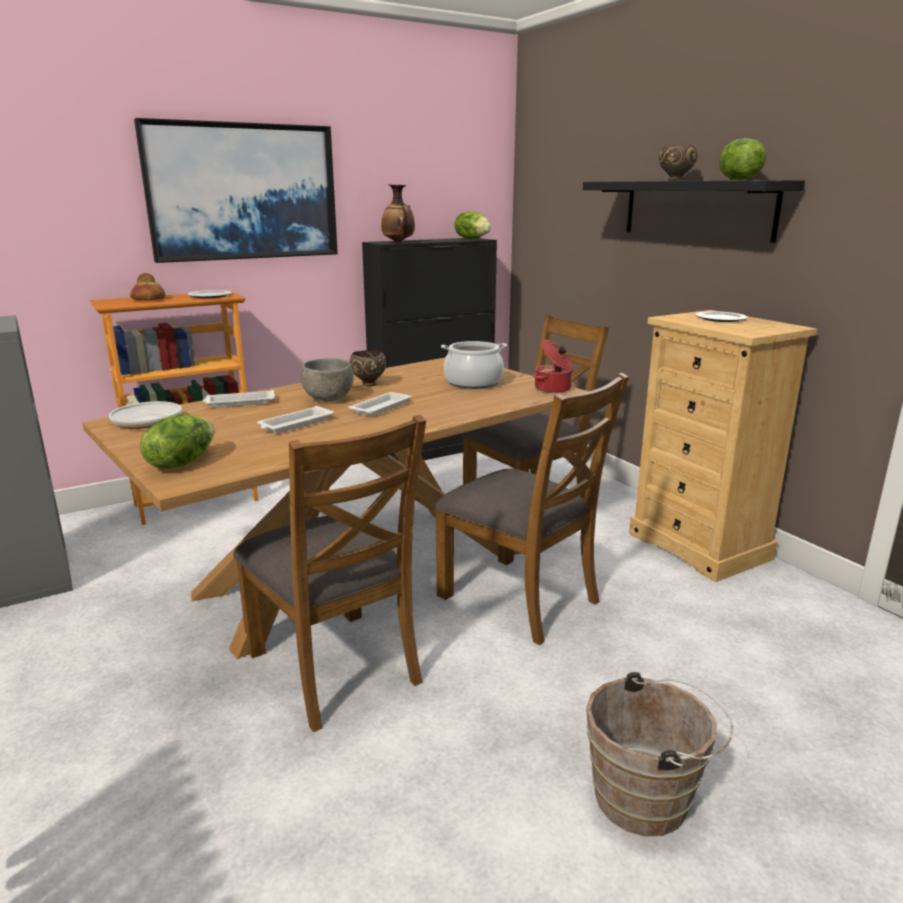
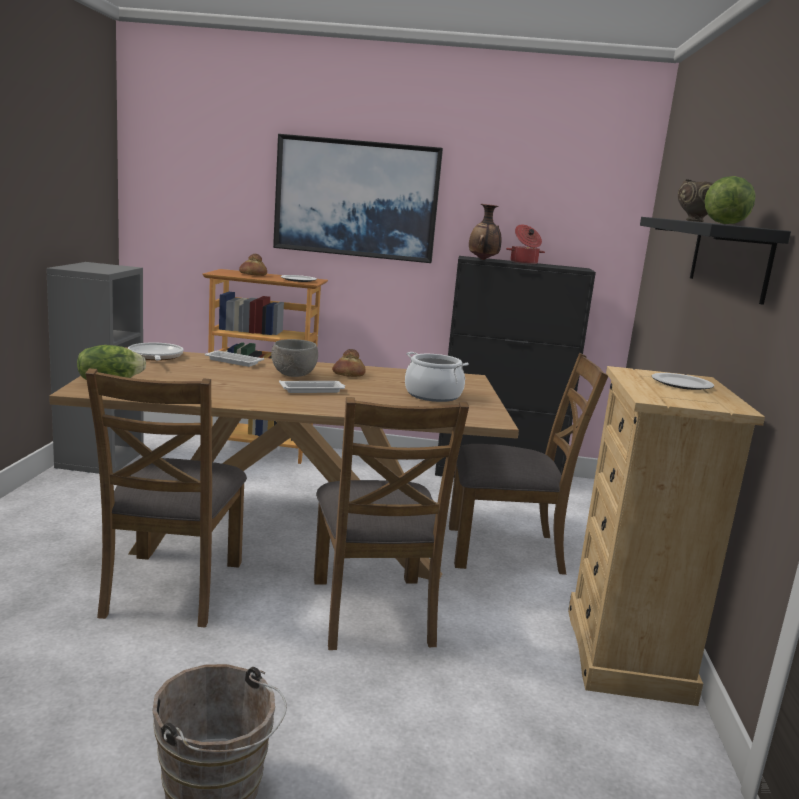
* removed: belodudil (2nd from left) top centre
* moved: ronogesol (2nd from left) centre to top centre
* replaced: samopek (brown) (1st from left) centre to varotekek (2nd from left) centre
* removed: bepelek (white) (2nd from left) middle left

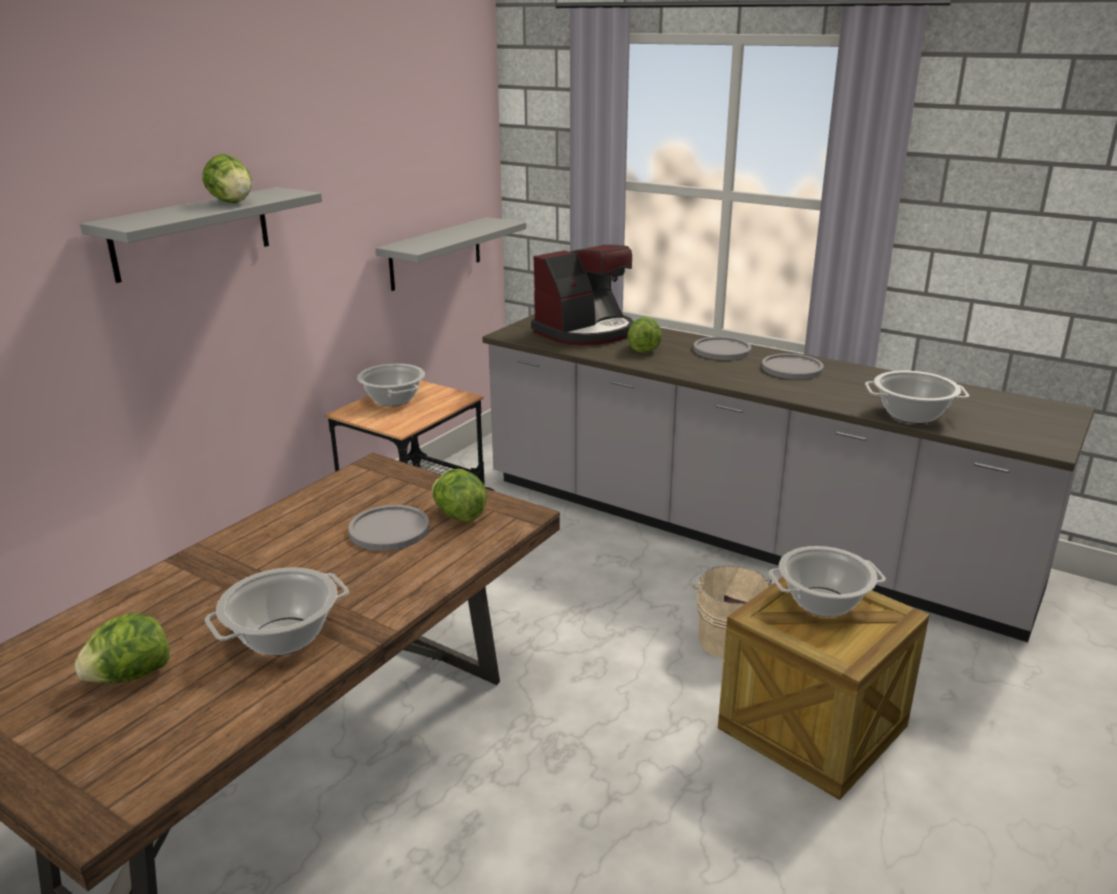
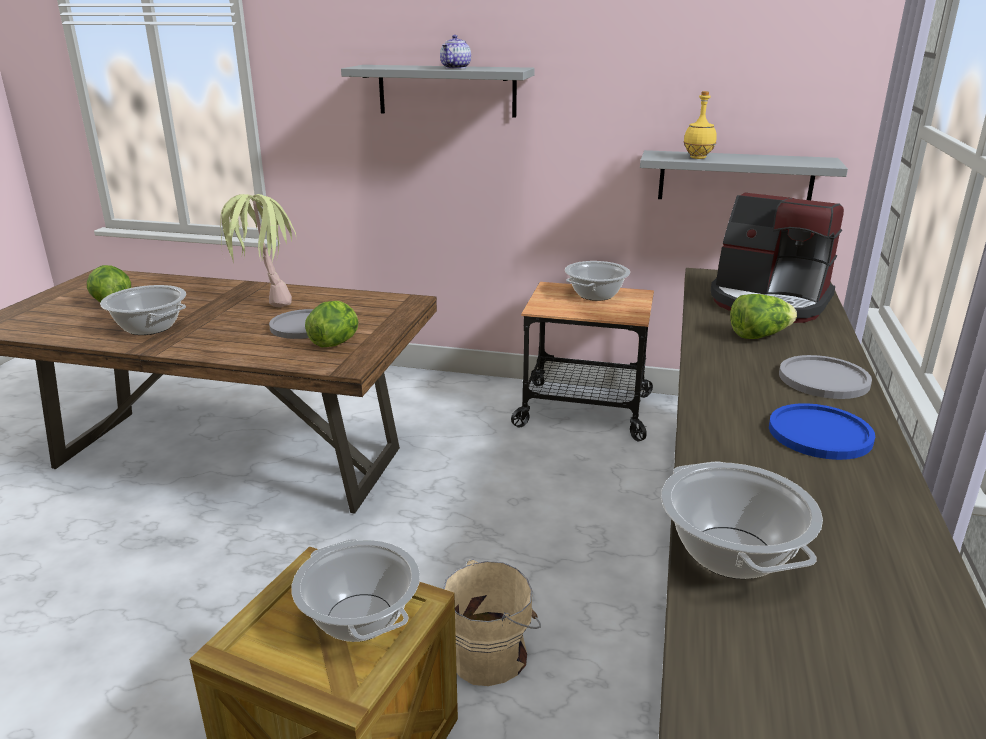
* replaced: belodudil (2nd from left) top left to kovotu top centre
* recoloured: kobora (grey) (3rd from left) middle right to kobora (blue) middle right
* added: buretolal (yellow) top right
* added: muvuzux middle left

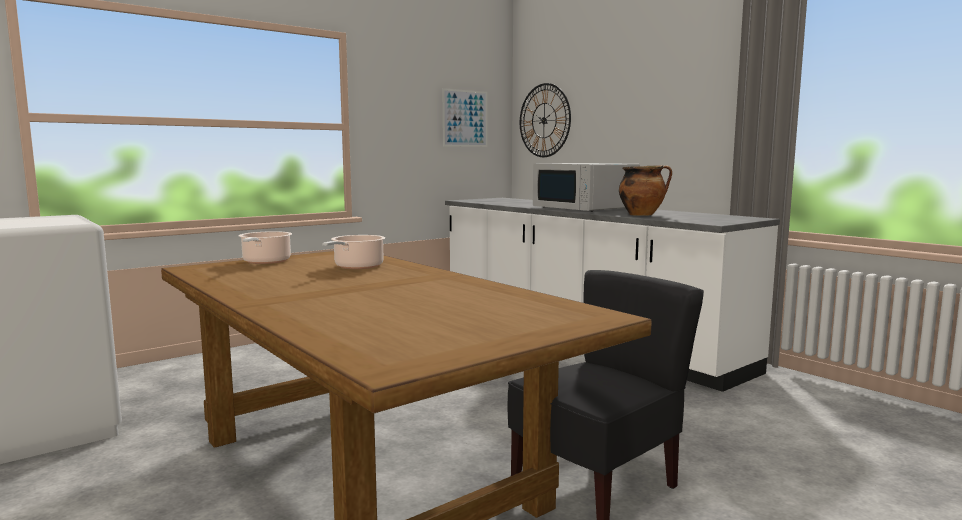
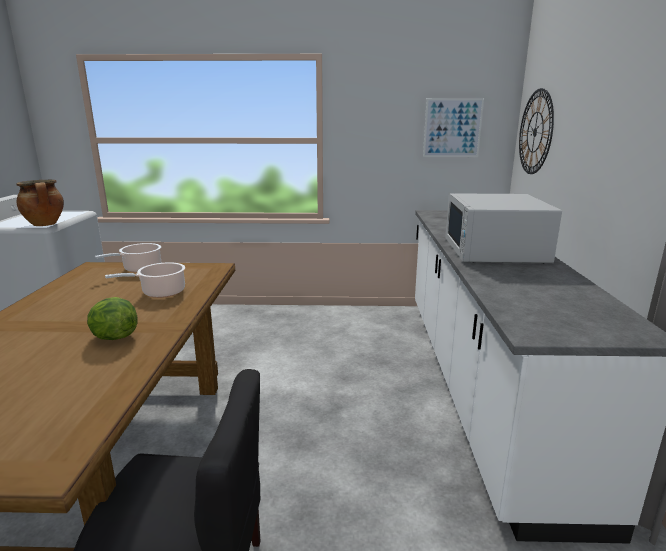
* moved: ronogesol (3rd from left in the first image) middle right to ronogesol (1st from left) middle left
* added: belodudil middle left

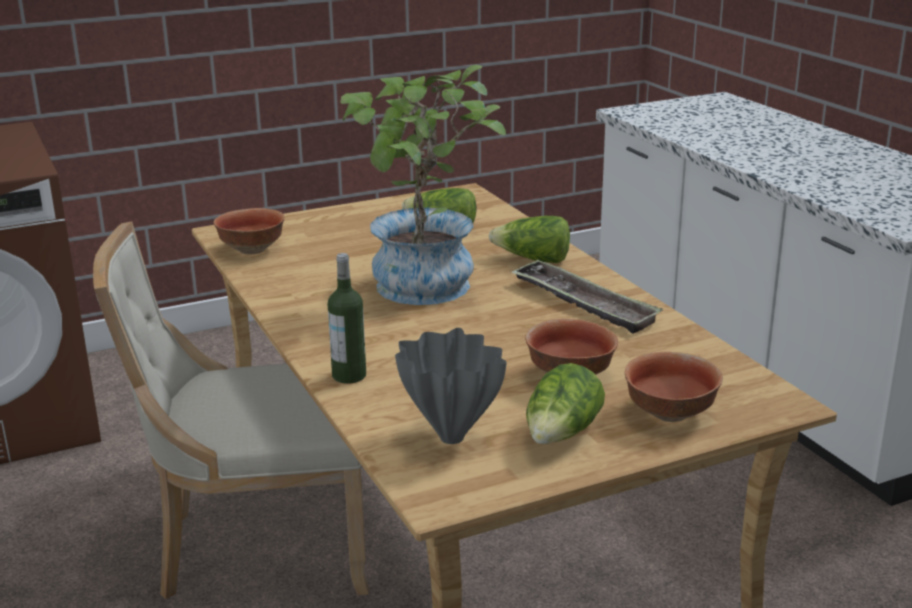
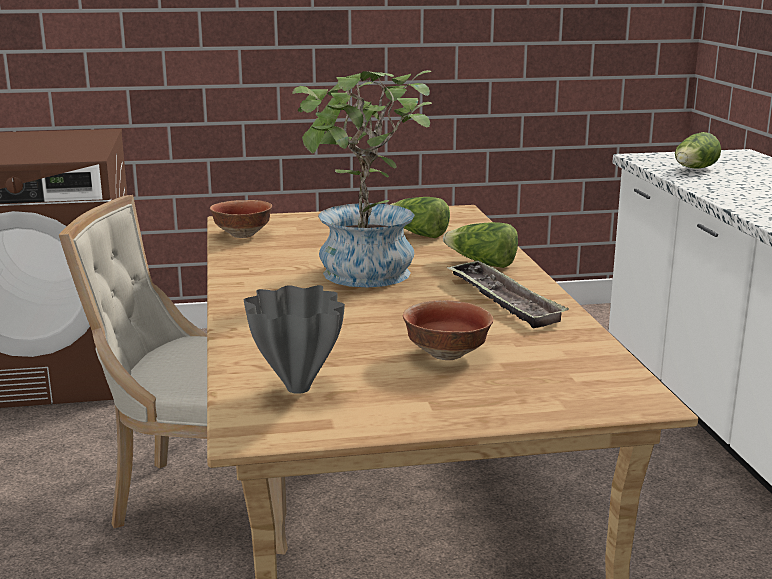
* removed: buretolal centre
* removed: samopek (3rd from left) middle right
* moved: belodudil (3rd from left) centre to top right

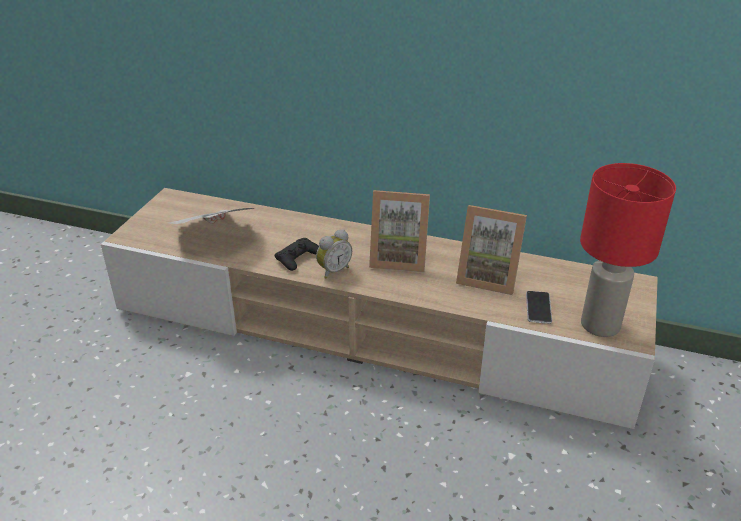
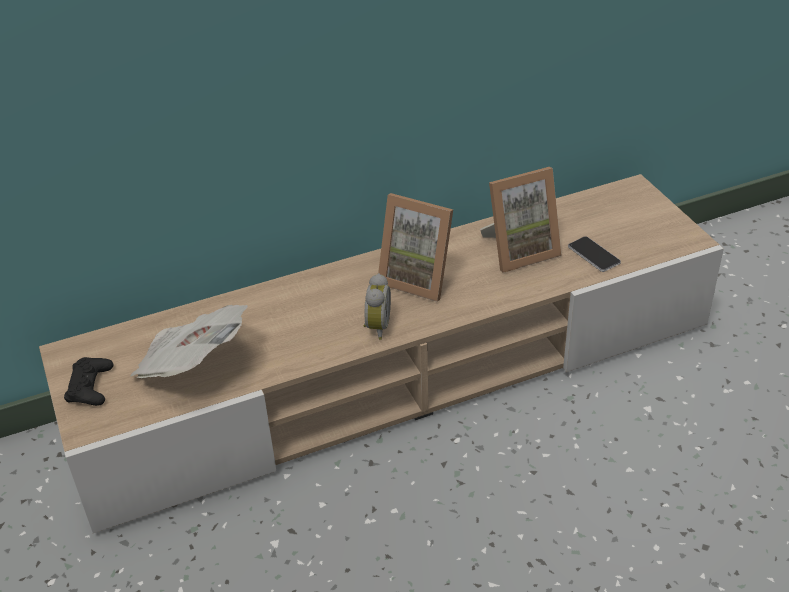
* removed: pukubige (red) middle right
* turned: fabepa (1st from left) centre = centre 60 degrees clockwise
* moved: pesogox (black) centre to middle left

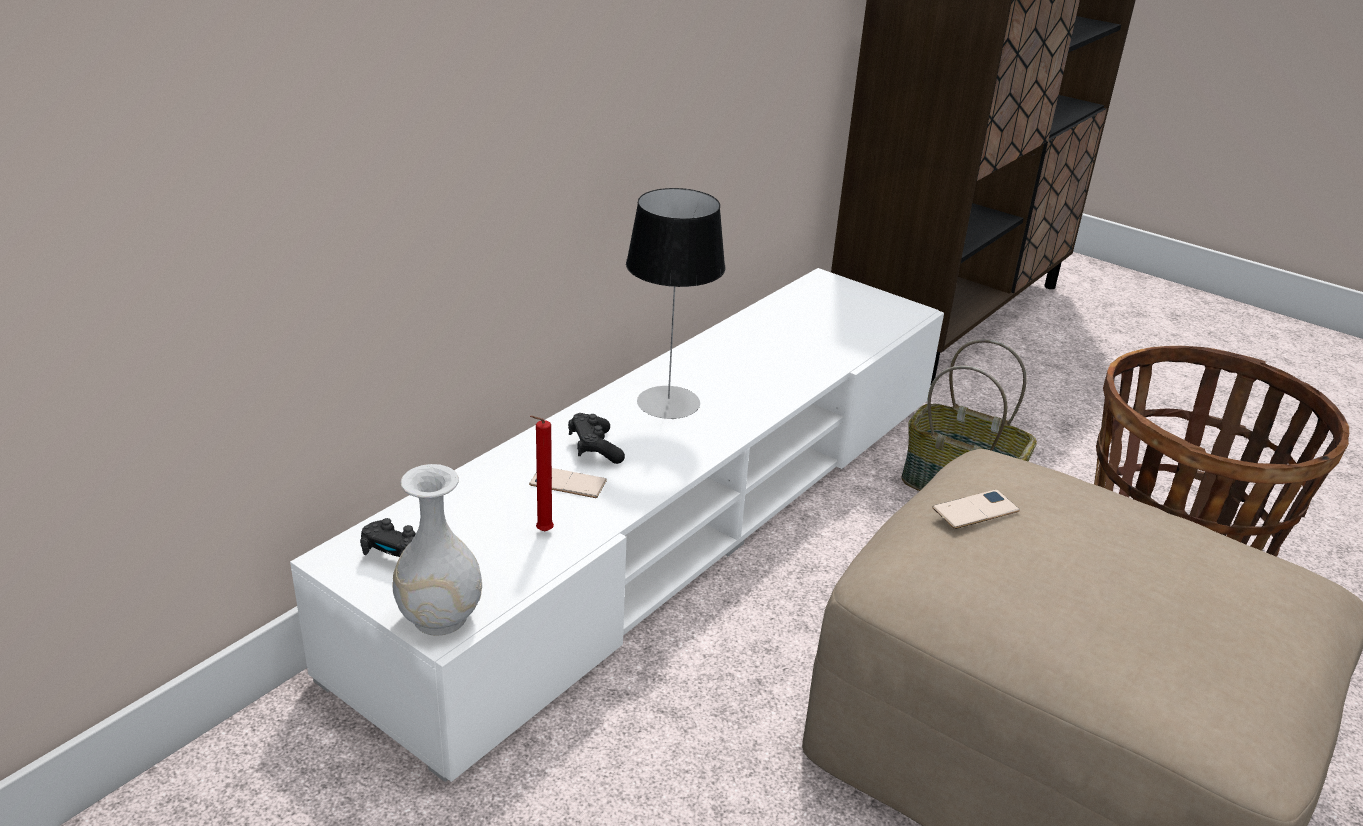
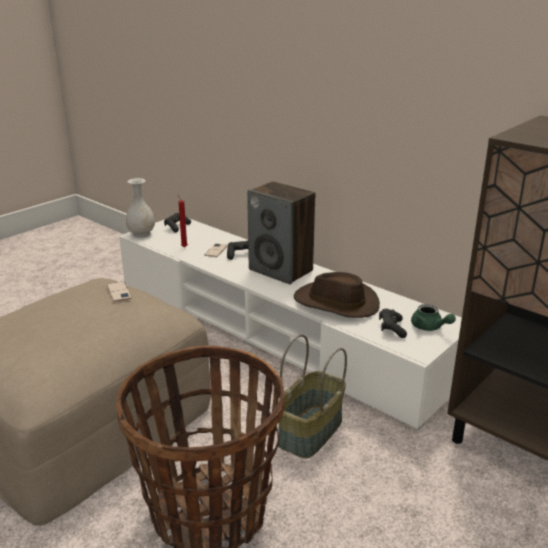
* replaced: pukubige centre to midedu centre
* added: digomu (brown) centre
* added: kovotu (green) middle right
* added: pesogox (black) (3rd from left) middle right

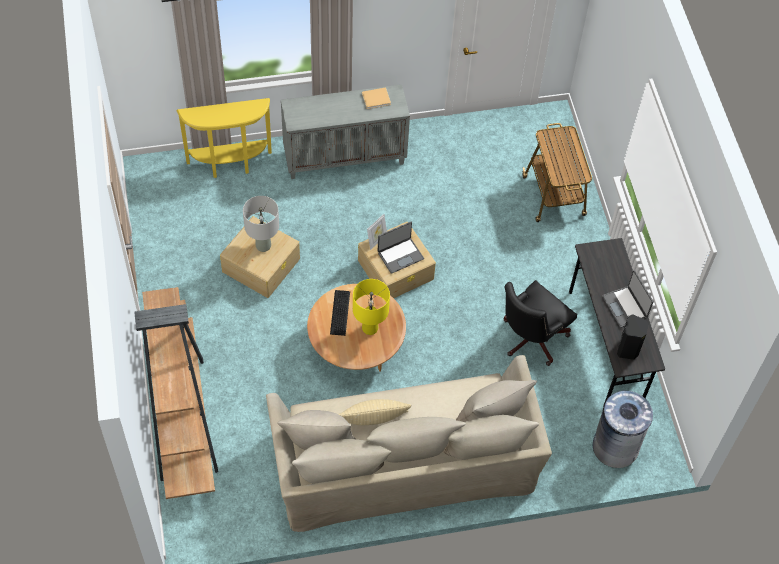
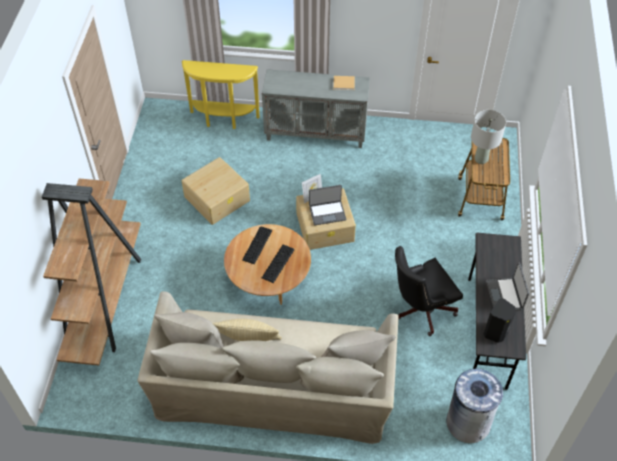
* moved: pukubige (grey) centre to top right
* replaced: pukubige (yellow) centre to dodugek (2nd from left) centre

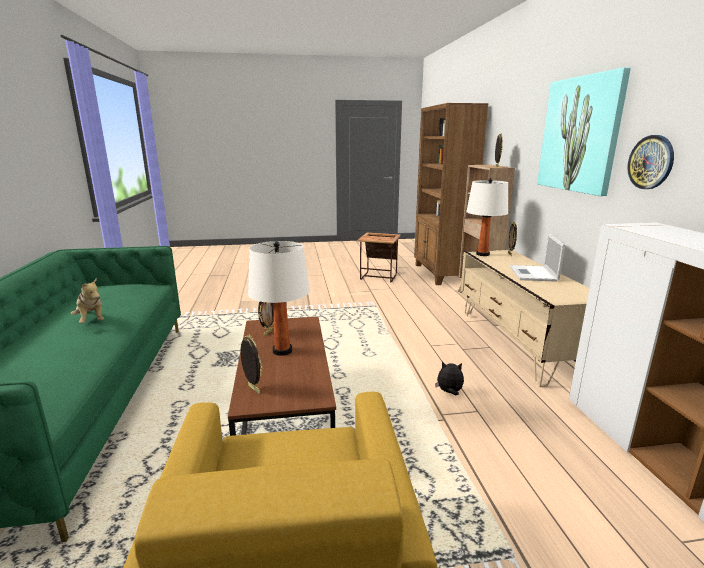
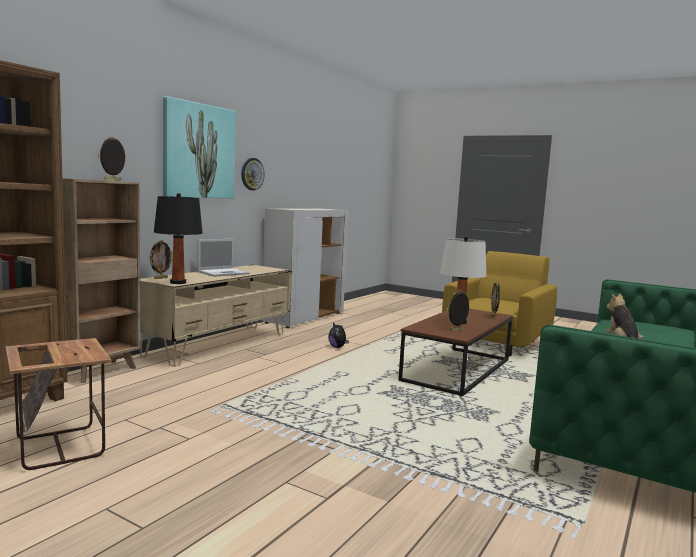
* recoloured: pukubige (white) (2nd from left) middle right to pukubige (black) middle left

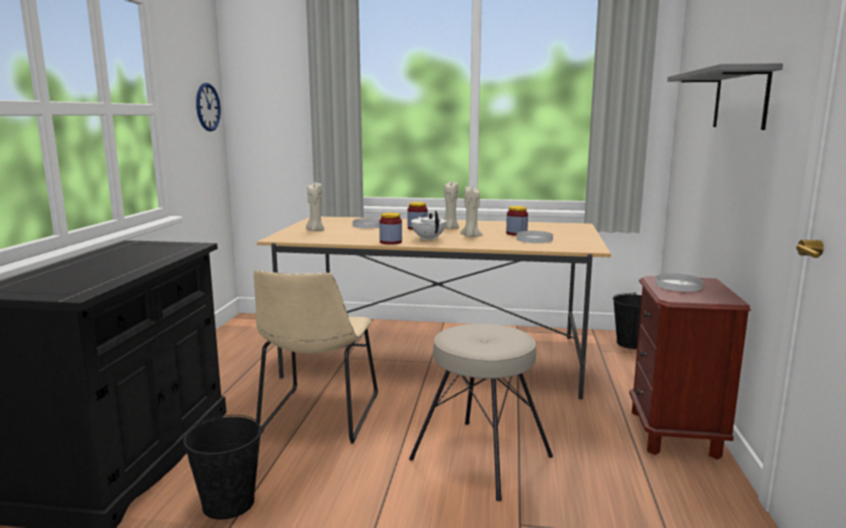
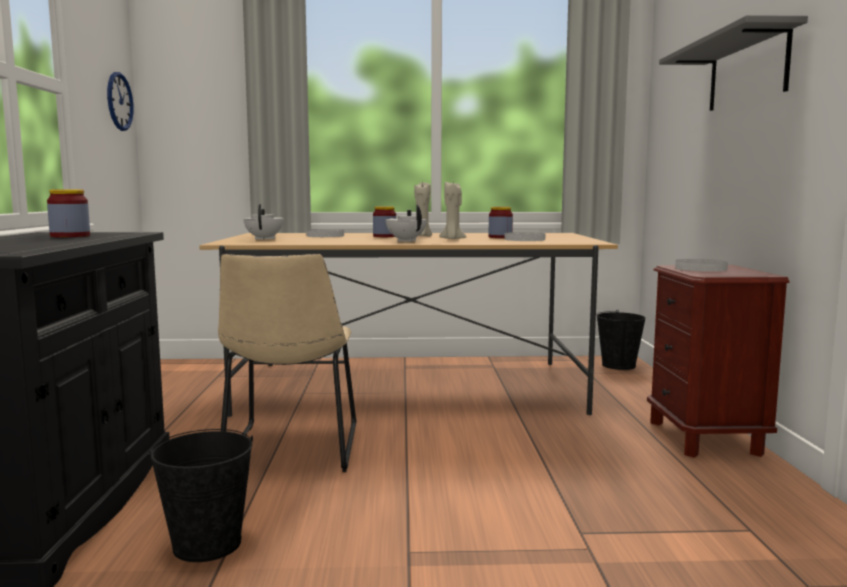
* replaced: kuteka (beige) (1st from left) centre to kovotu (white) (1st from left) middle left
* moved: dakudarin (1st from left) centre to middle left
* removed: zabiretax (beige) bottom centre

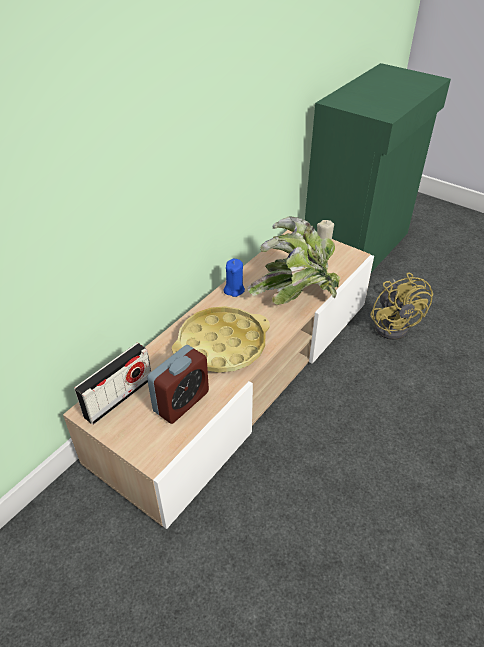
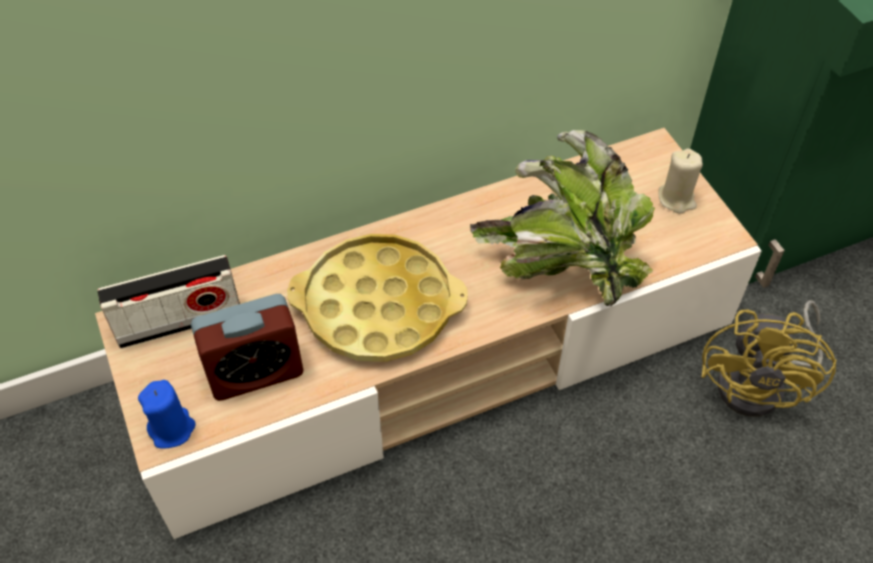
* moved: kuteka (blue) centre to bottom left

